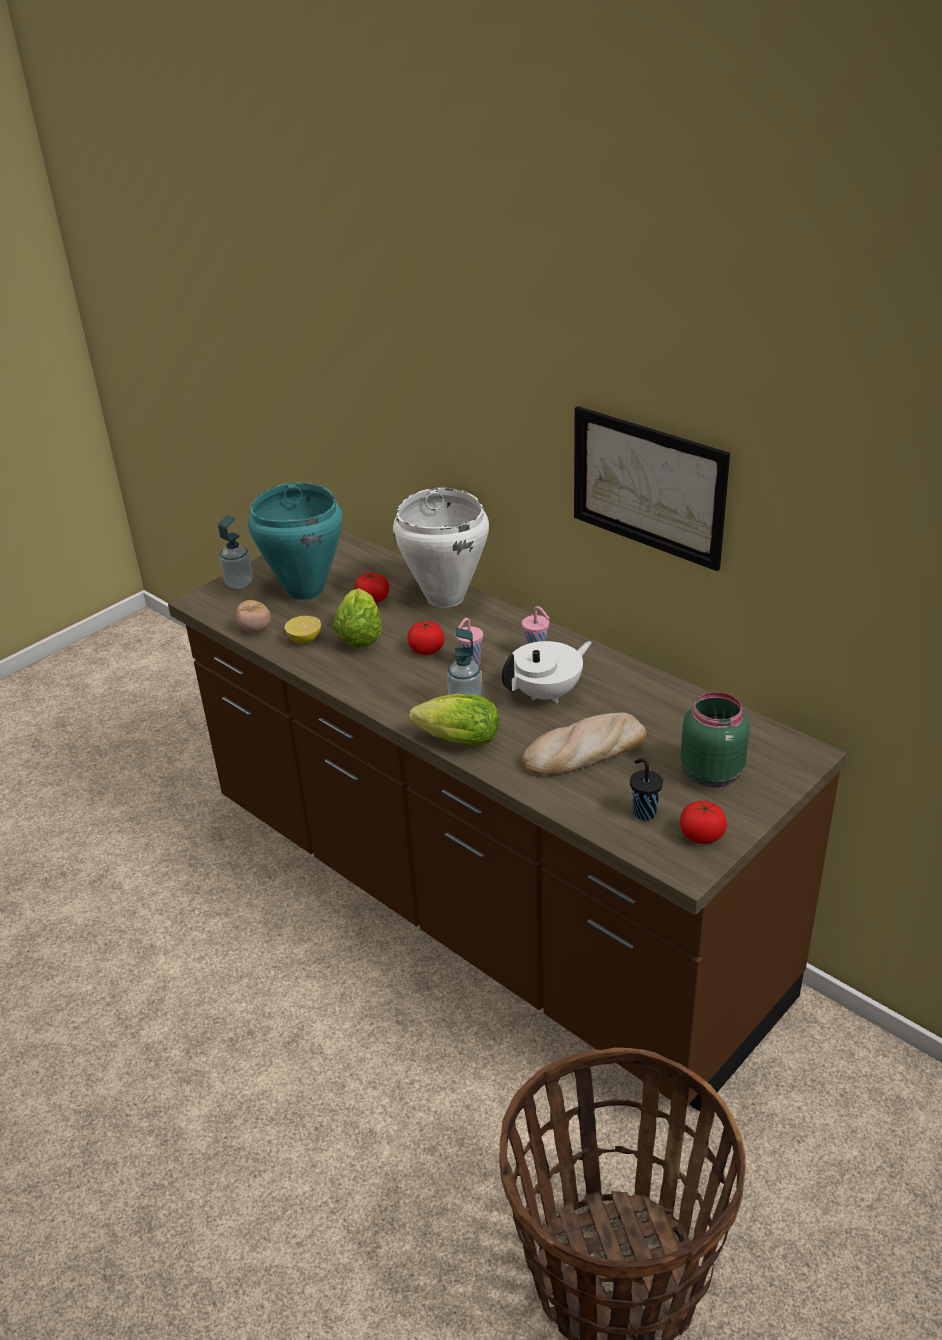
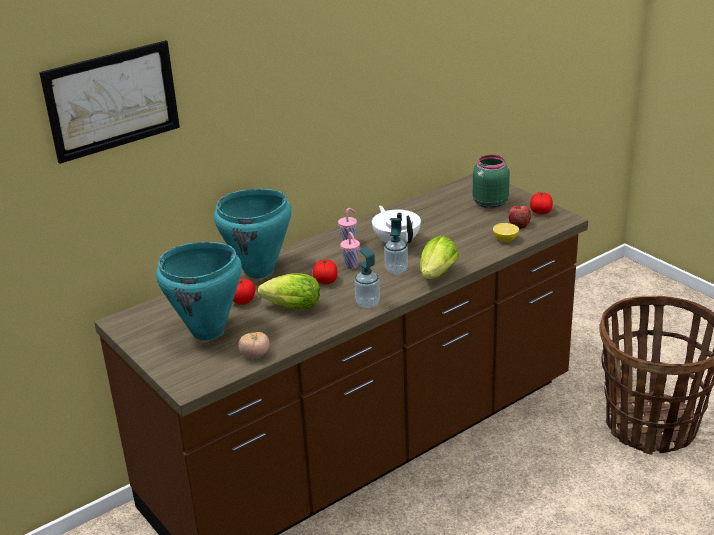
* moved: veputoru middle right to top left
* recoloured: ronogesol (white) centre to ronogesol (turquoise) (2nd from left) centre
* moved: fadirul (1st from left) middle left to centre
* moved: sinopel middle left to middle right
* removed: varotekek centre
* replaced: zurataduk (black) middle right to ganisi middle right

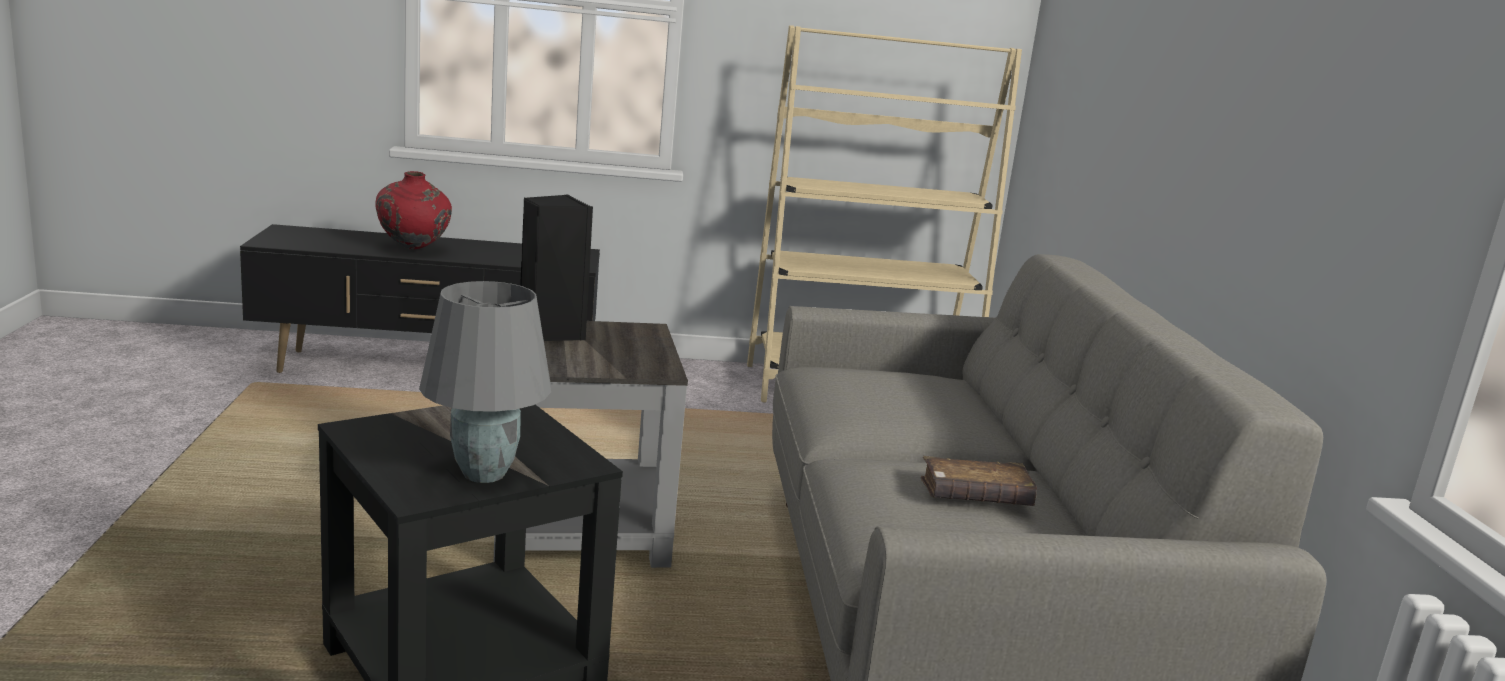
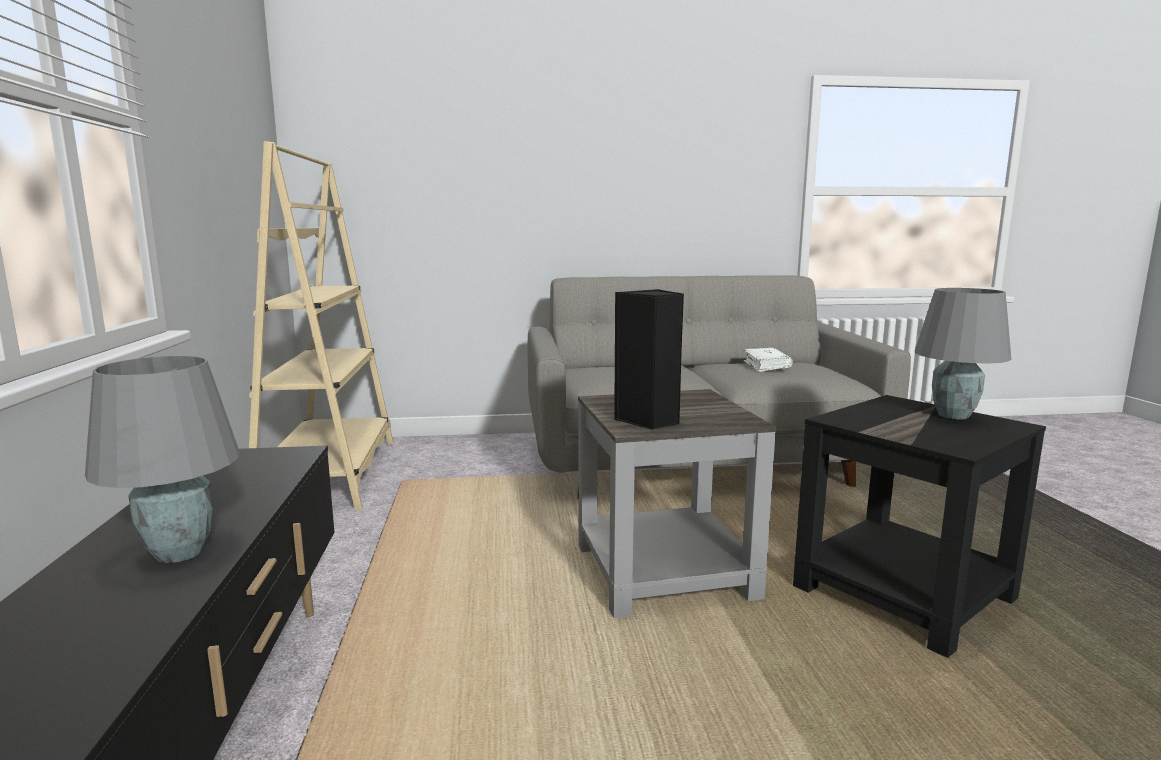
* replaced: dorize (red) top left to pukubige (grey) (1st from left) middle left
* recoloured: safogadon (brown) bottom centre to safogadon (white) centre

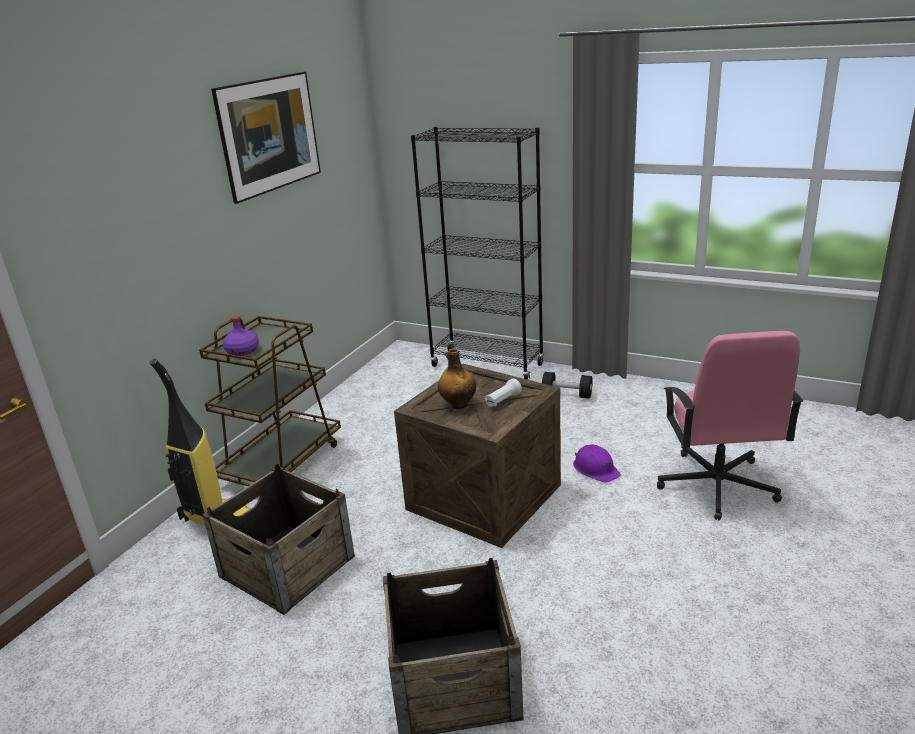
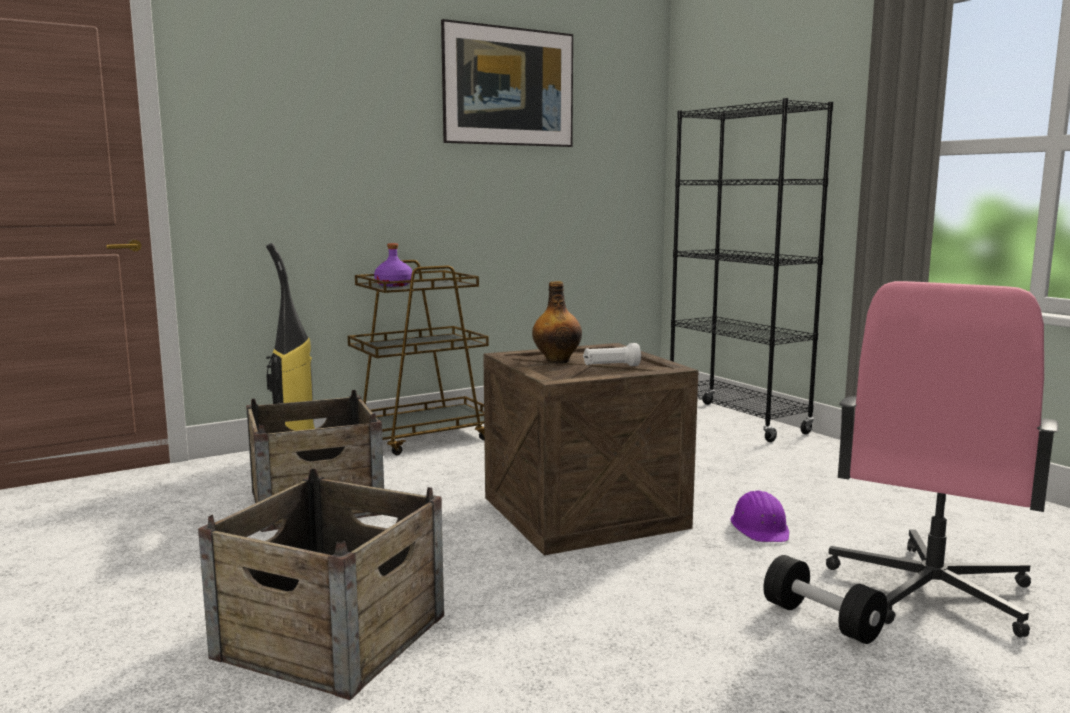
* moved: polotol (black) centre to bottom right

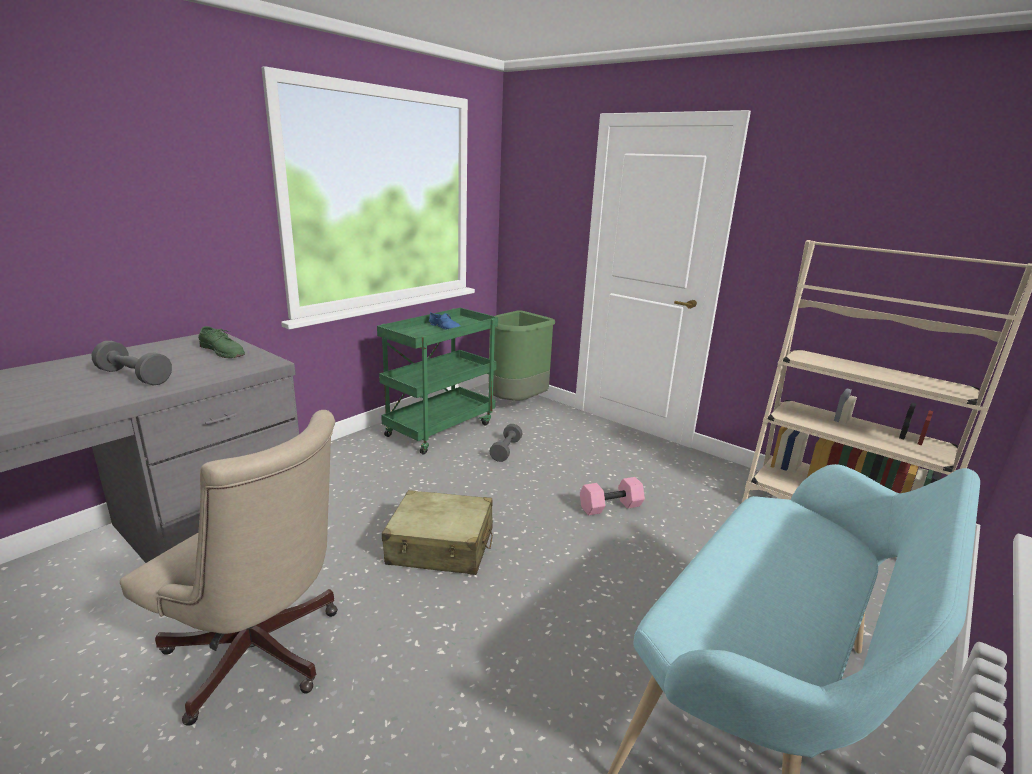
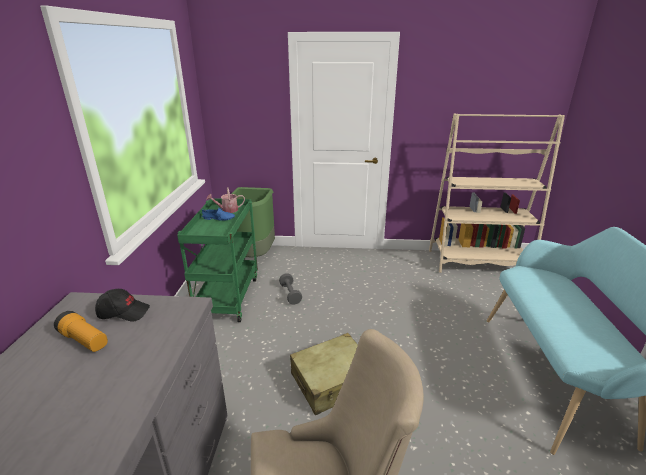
* replaced: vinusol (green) middle left to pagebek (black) middle left
* removed: polotol (grey) (1st from left) middle left
* removed: polotol (pink) centre
* added: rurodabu centre
* added: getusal bottom left

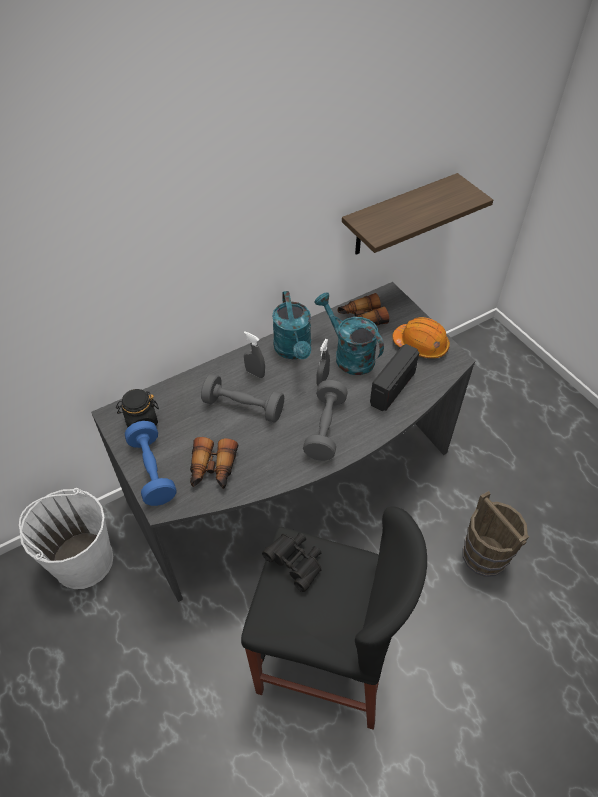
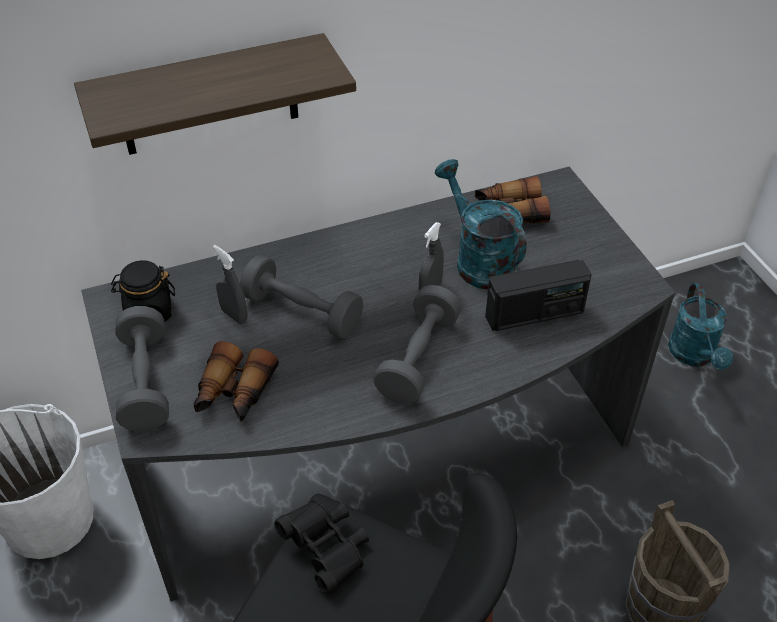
* moved: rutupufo top right to top left
* moved: rurodabu (turquoise) (1st from left in the first image) centre to rurodabu (turquoise) (2nd from left) middle right
* removed: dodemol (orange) middle right
* moved: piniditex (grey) (1st from left) centre to middle left
* turned: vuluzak centre = middle right 150 degrees counterclockwise
* recoloured: polotol (blue) middle left to polotol (grey) (1st from left) middle left

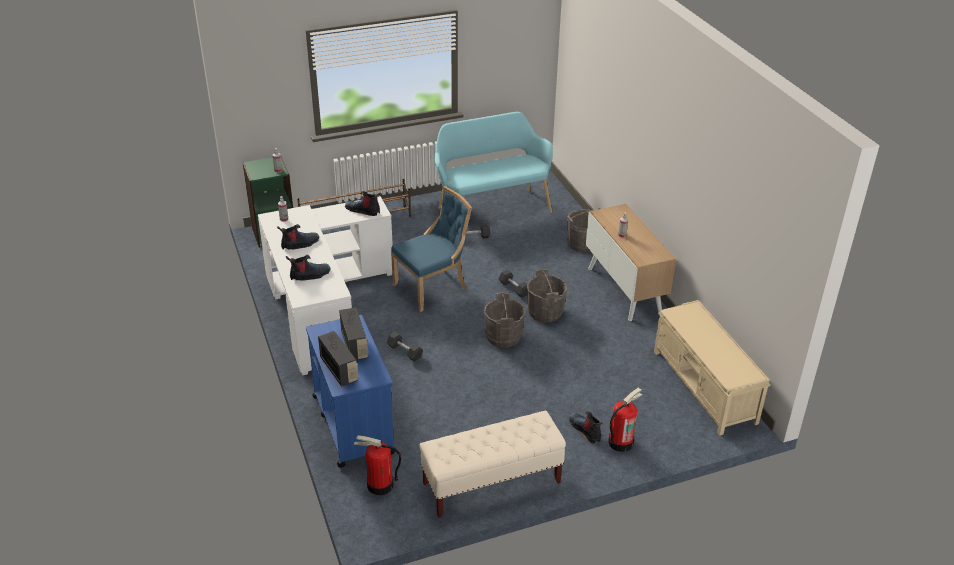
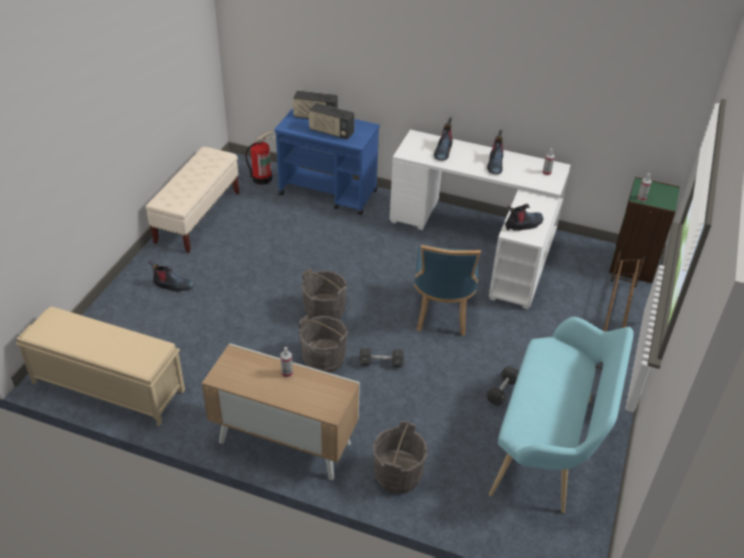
* removed: polotol (black) (1st from left) centre
* removed: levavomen (2nd from left) bottom centre

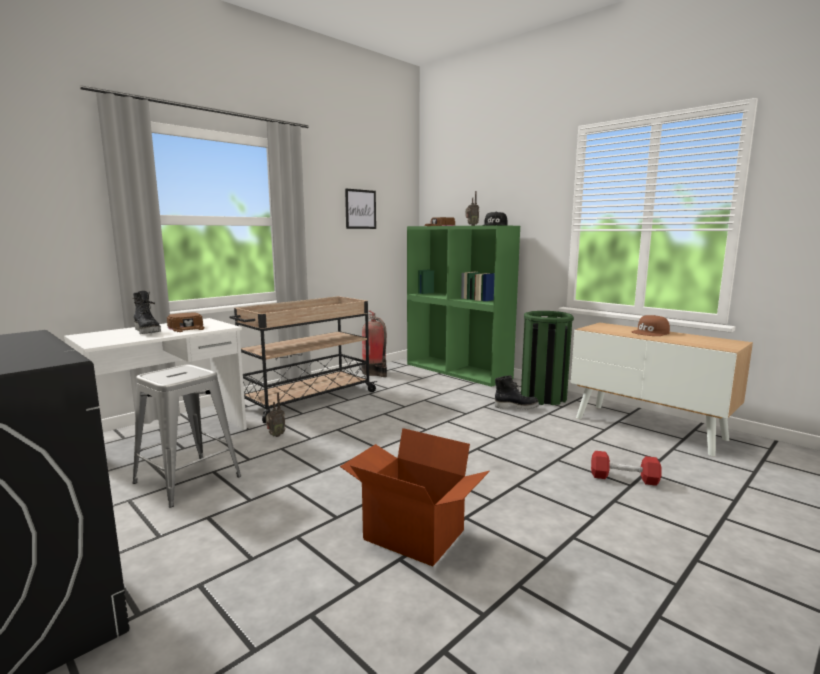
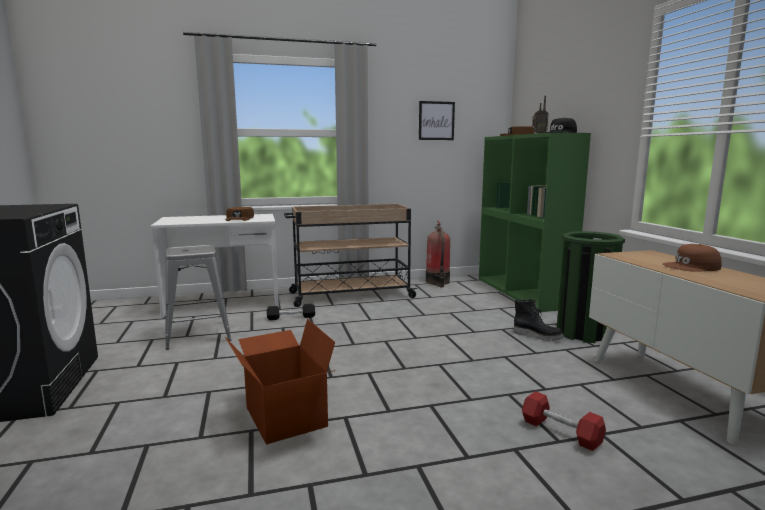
* removed: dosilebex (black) (1st from left) middle left
* replaced: vuluzak (1st from left) centre to polotol (black) centre

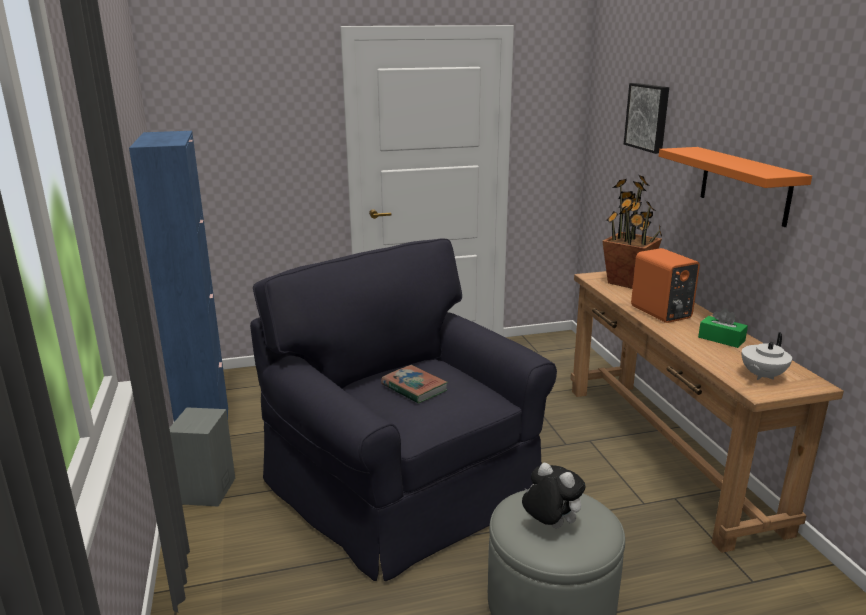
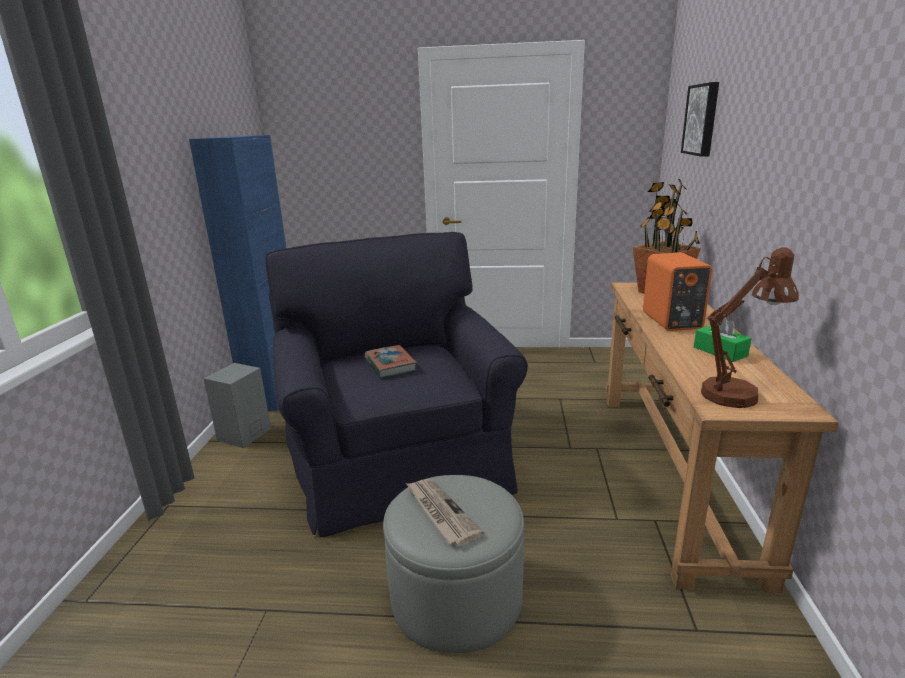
* removed: rutupufo (orange) top right
* replaced: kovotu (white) middle right to pukubige (brown) middle right
* replaced: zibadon bottom centre to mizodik bottom centre

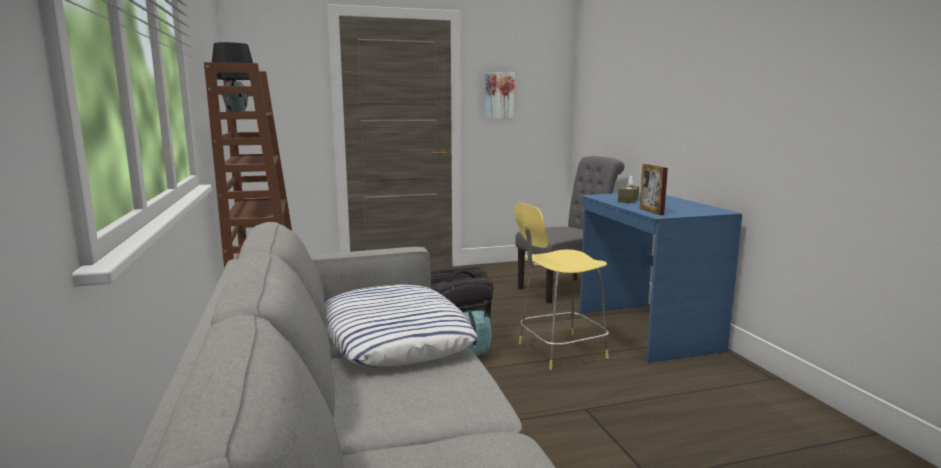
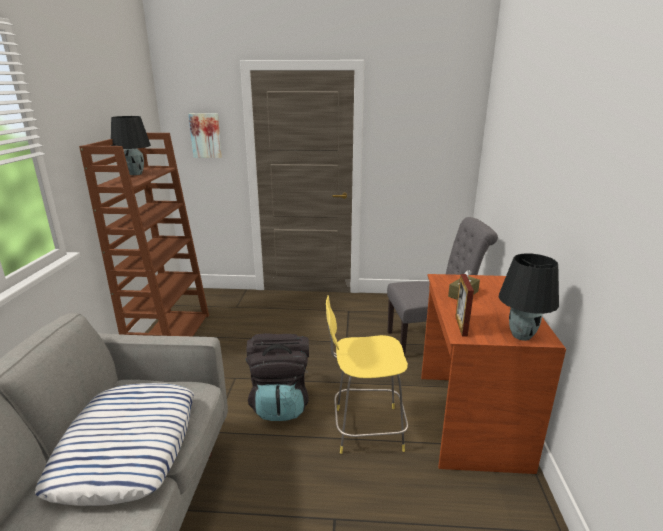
* moved: veputoru top centre to top left
* recoloured: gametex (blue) middle right to gametex (brown) bottom right
* added: pukubige (black) (2nd from left) middle right

